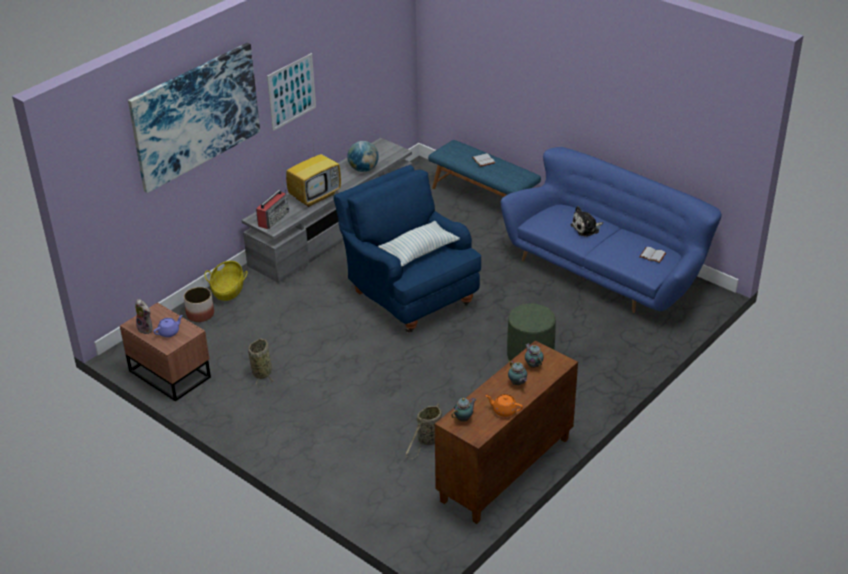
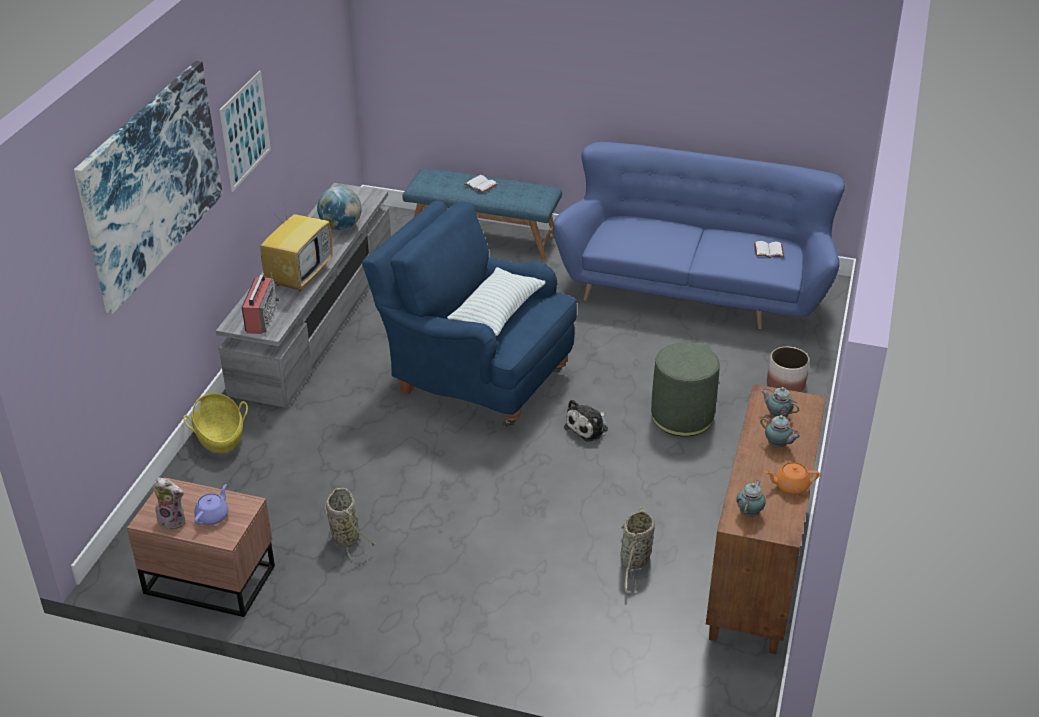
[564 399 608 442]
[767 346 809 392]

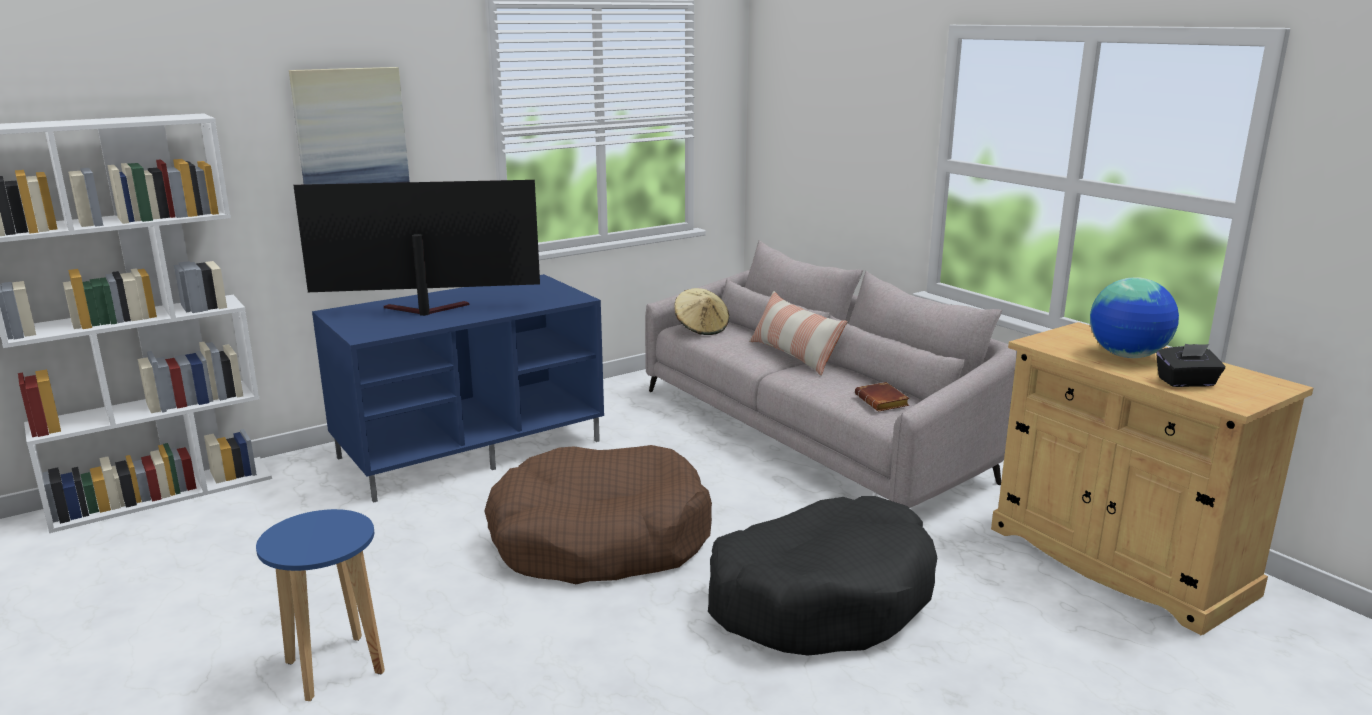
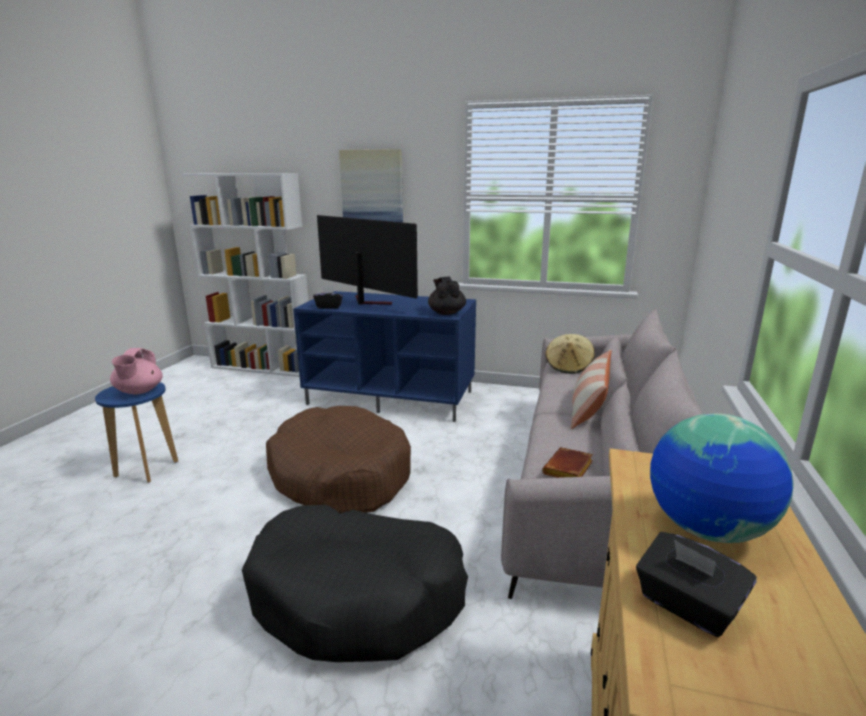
[428 277 466 315]
[313 286 343 309]
[110 348 163 395]

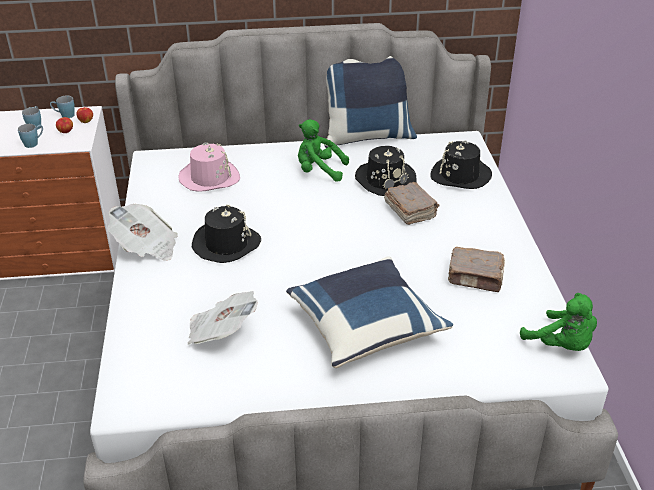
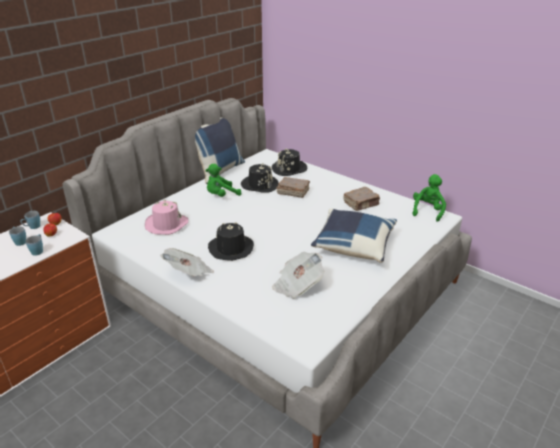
[412 174 446 222]

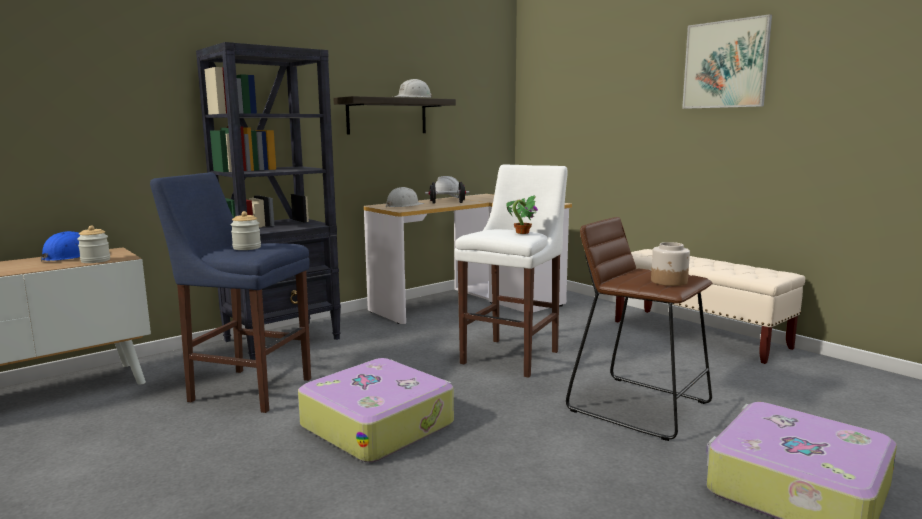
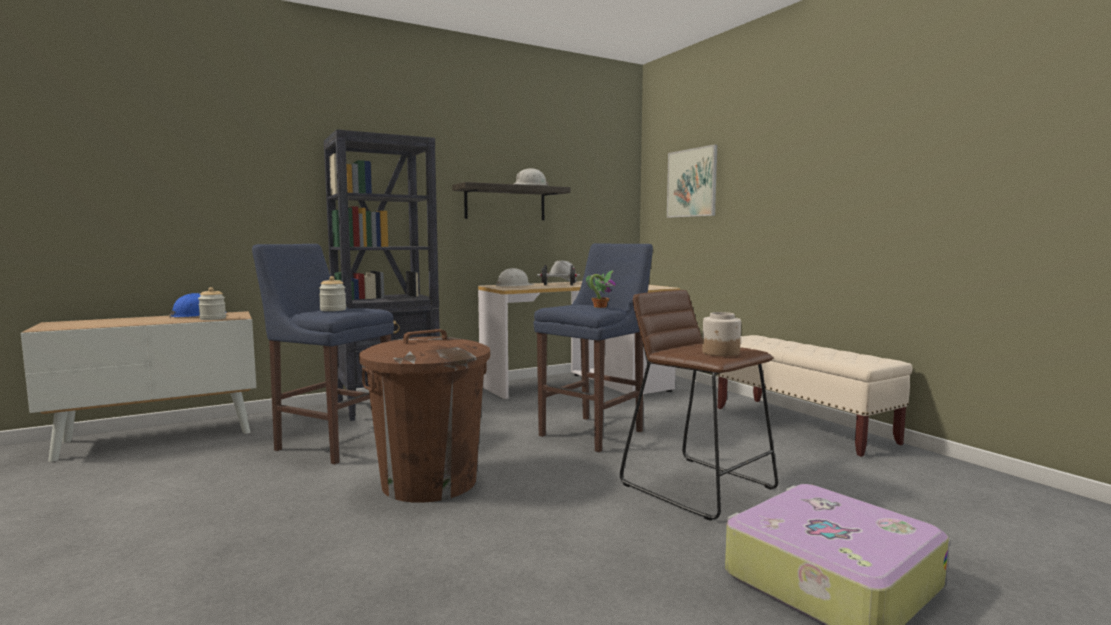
[667 144 717 218]
[534 243 653 452]
[359 329 490 503]

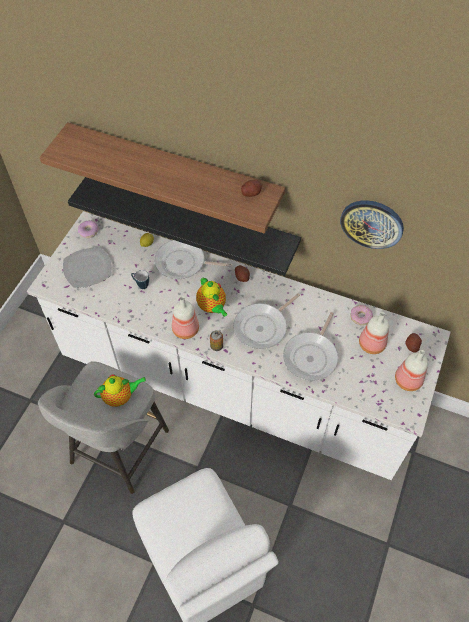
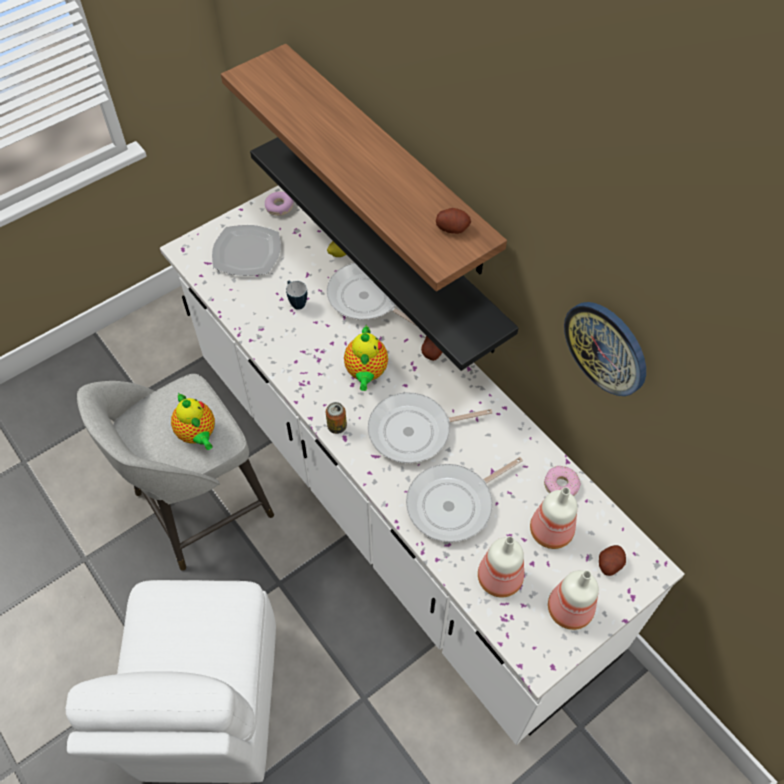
[478 536 524 597]
[171 393 215 450]

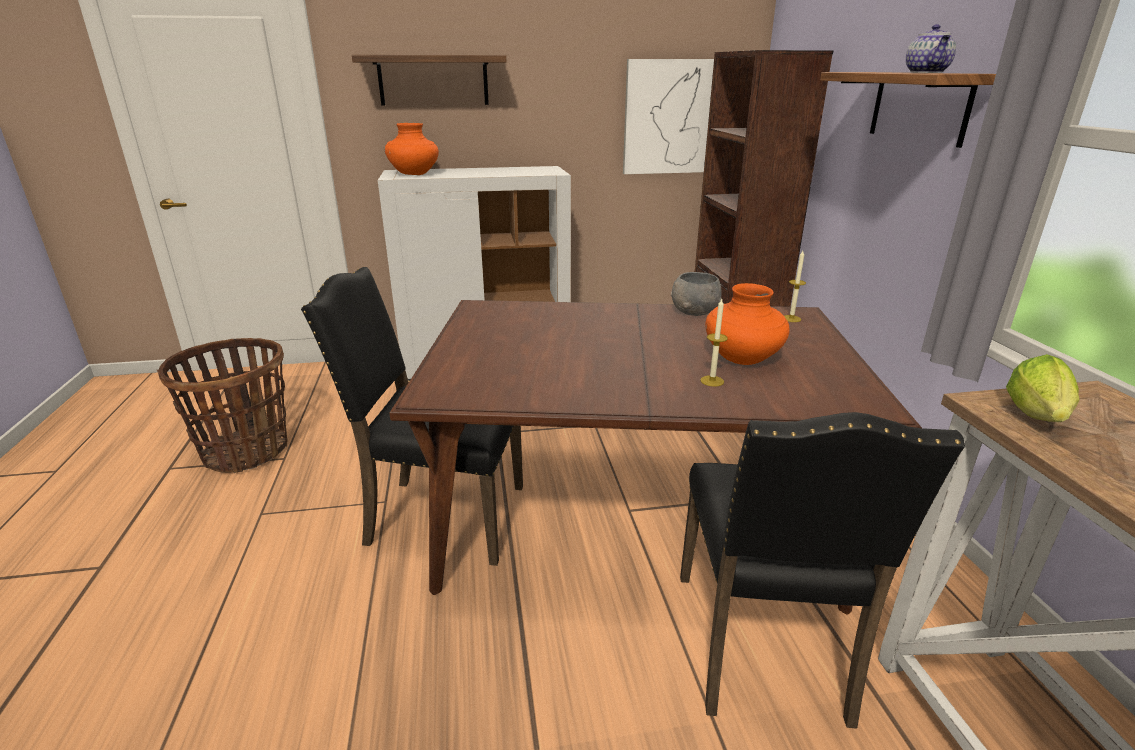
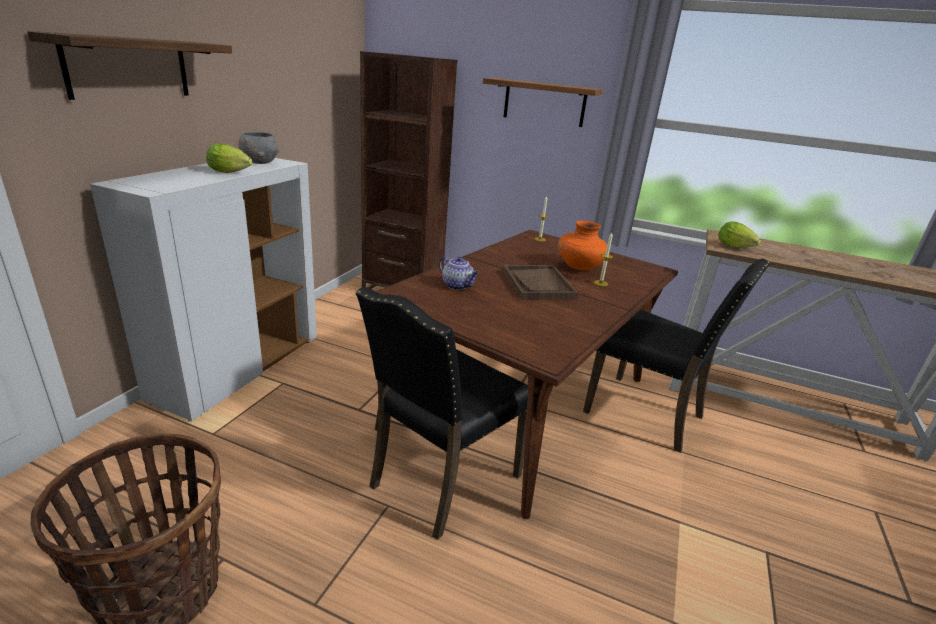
[439 257 480 290]
[623 59 714 174] (first image)
[385 123 439 175] (first image)
[238 132 279 164]
[206 143 253 173]
[503 265 578 300]

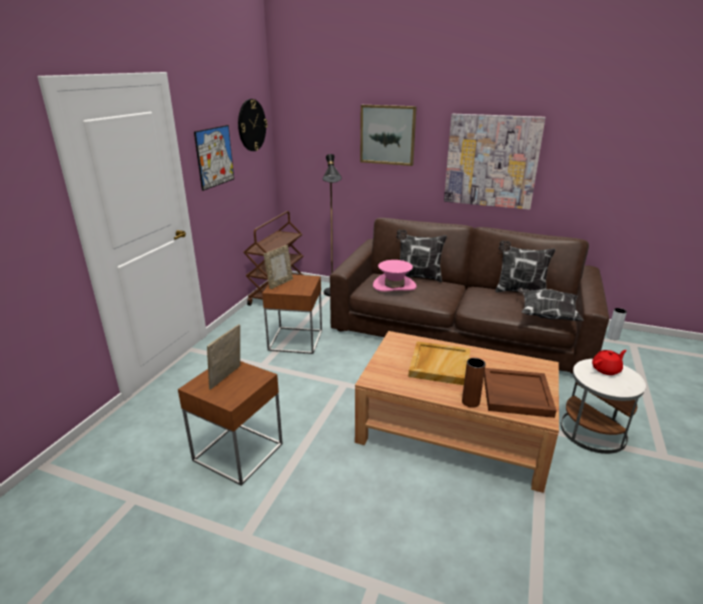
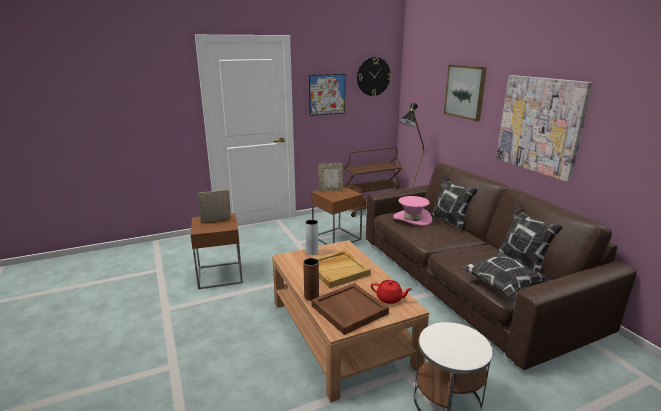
[305 220 318 255]
[371 280 412 304]

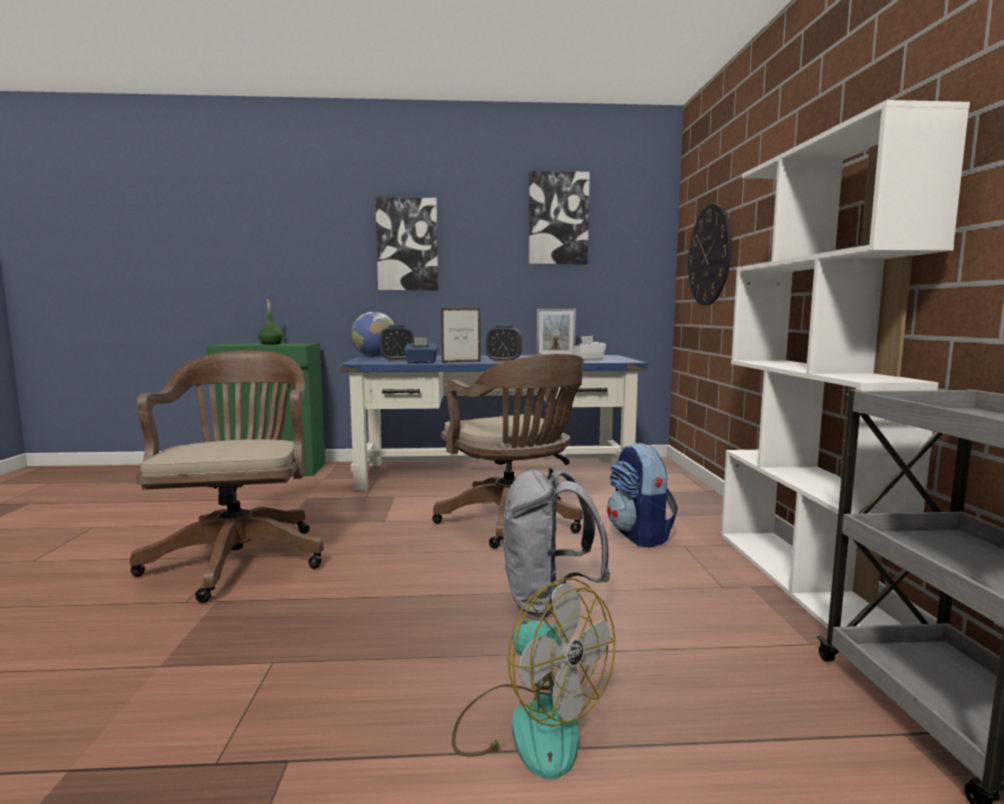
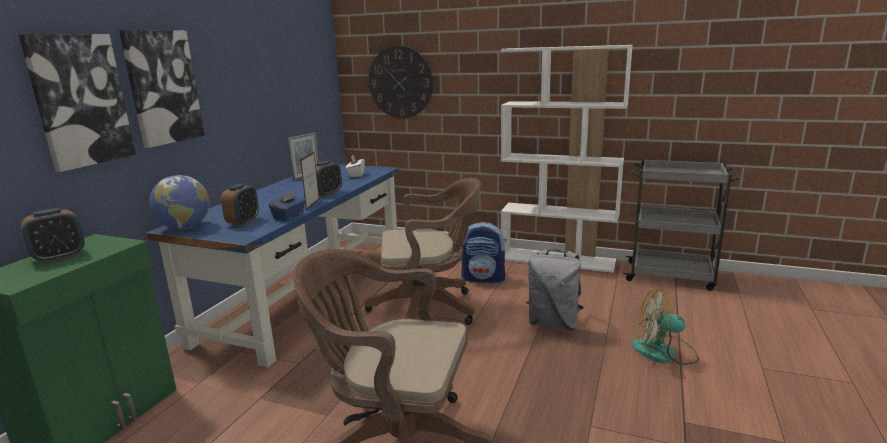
[19 34 136 172]
[21 208 85 263]
[632 288 699 365]

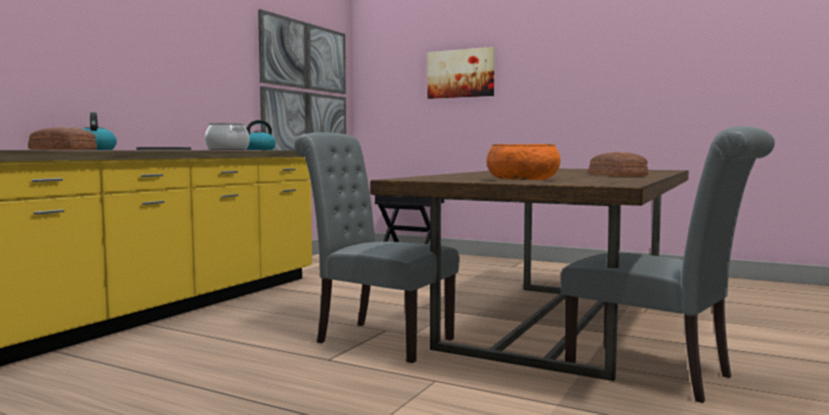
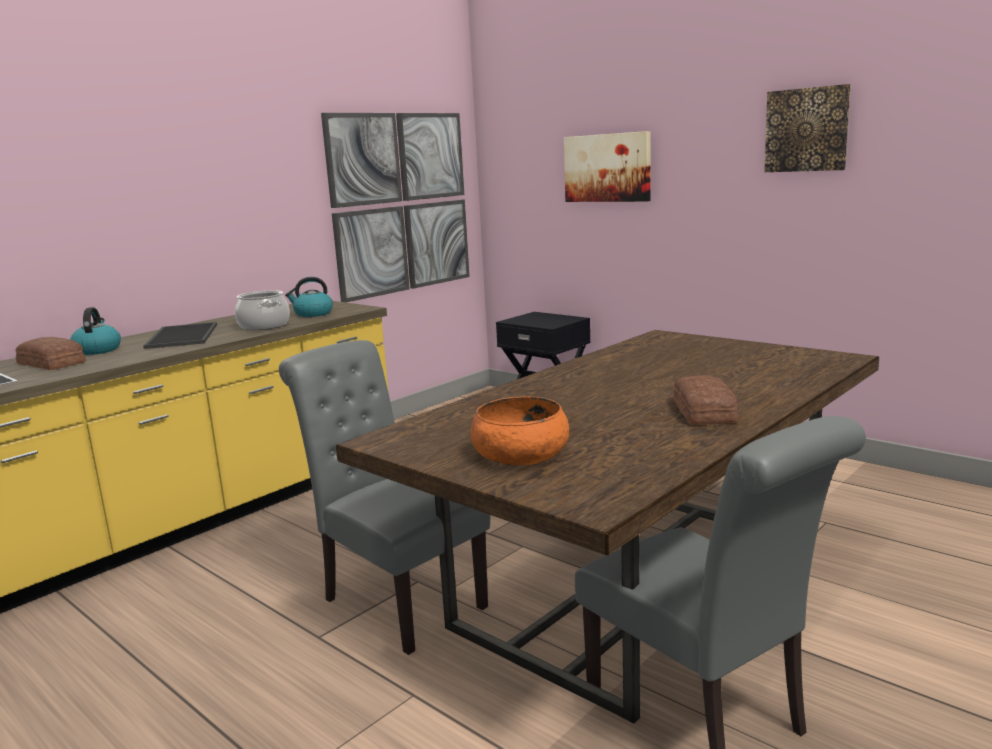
[764 84 851 172]

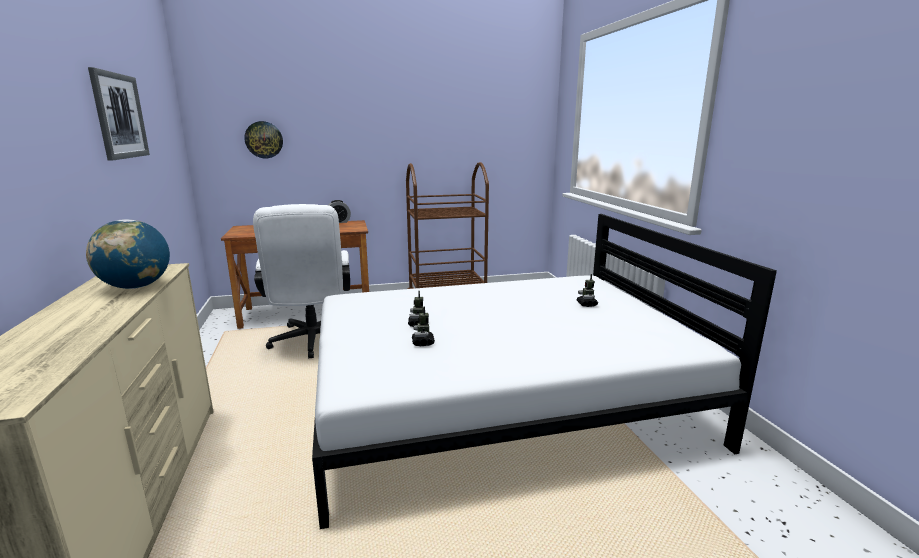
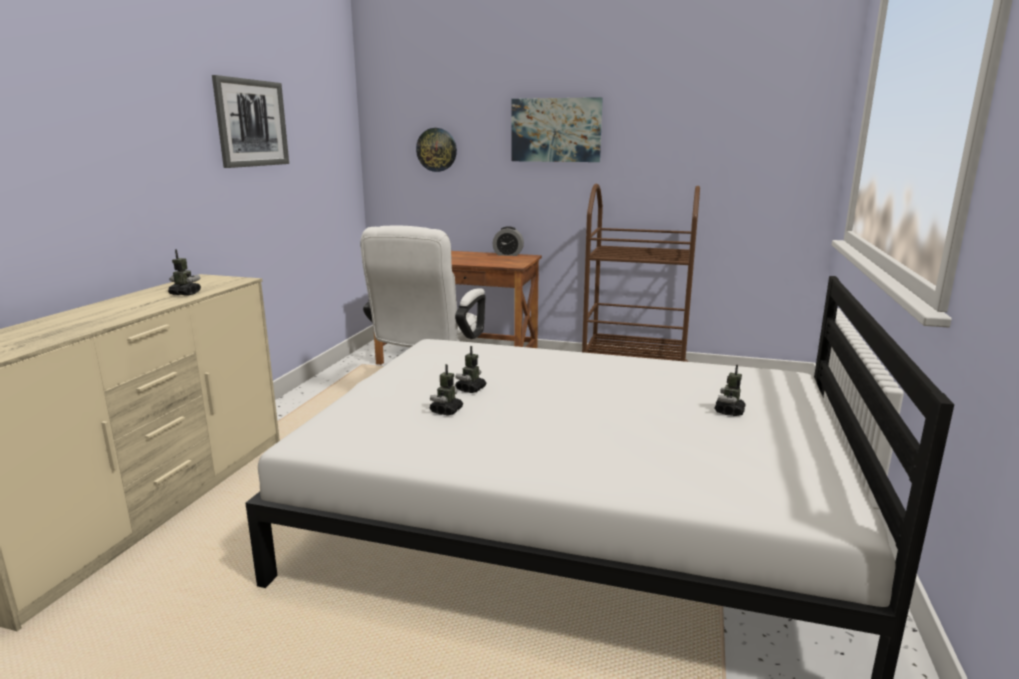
[168 249 201 296]
[511 97 603 162]

